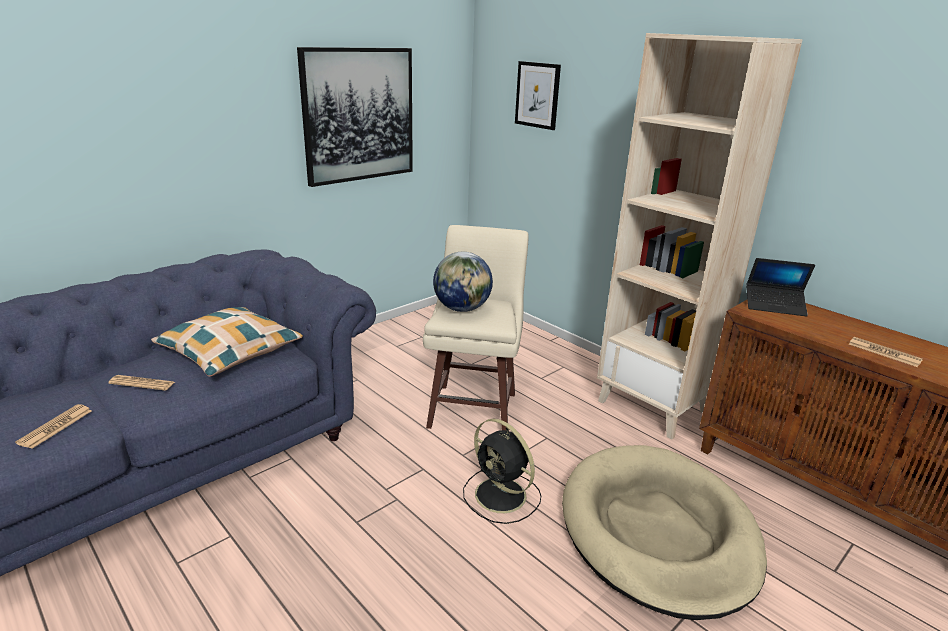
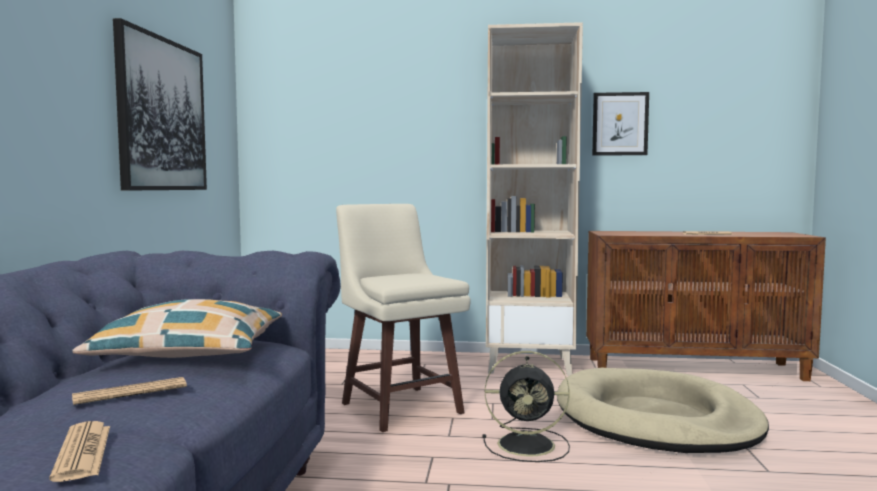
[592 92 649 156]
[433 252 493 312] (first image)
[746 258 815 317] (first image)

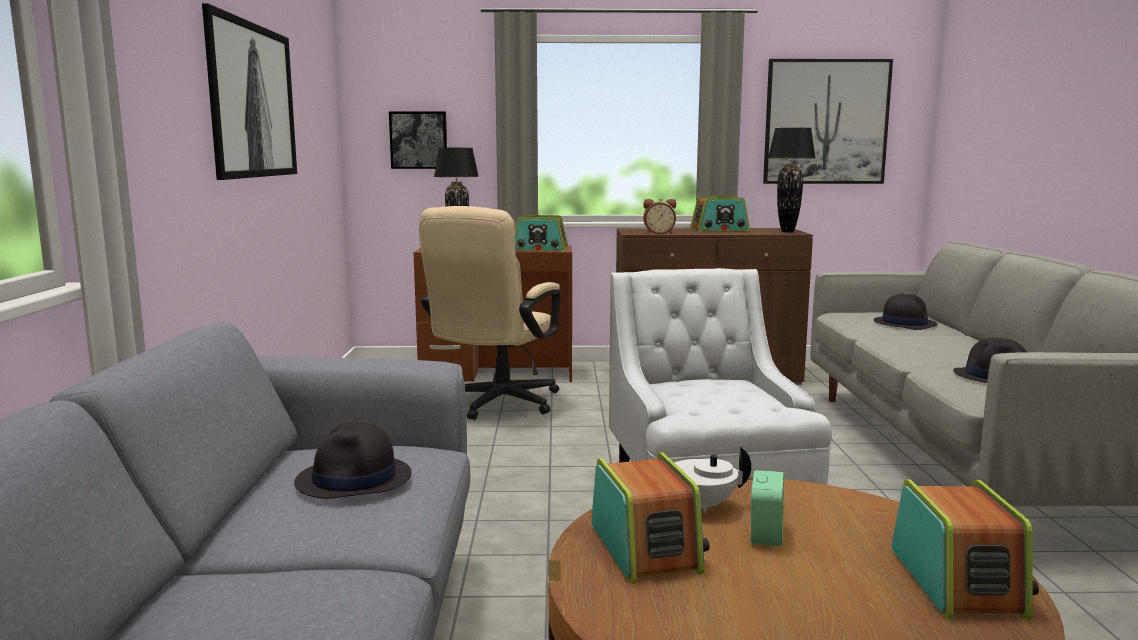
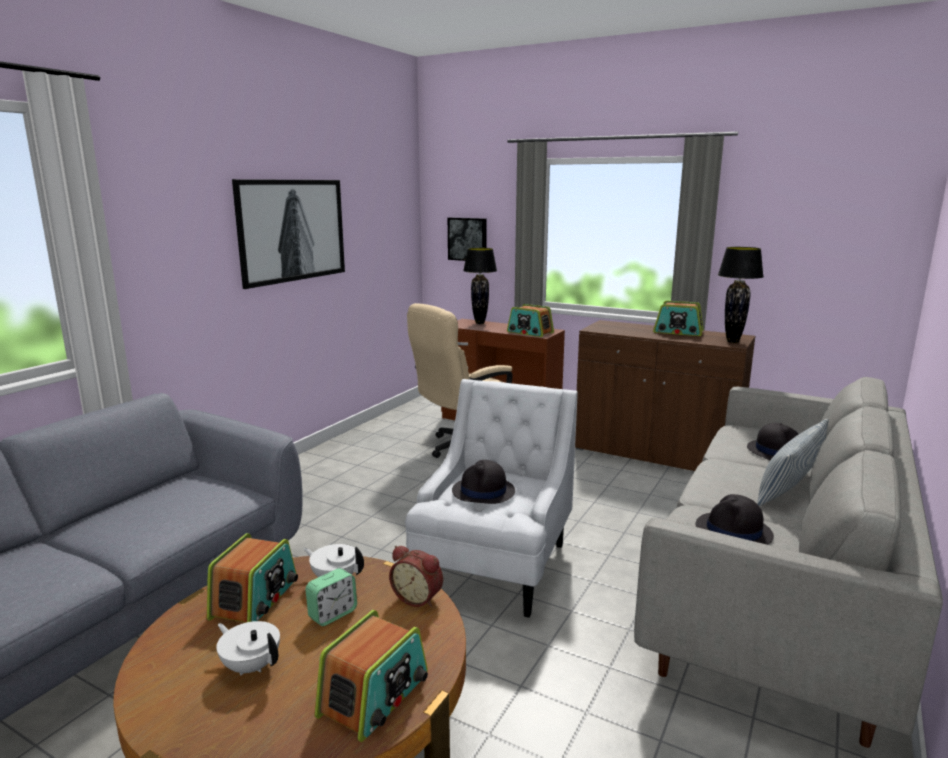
[763 59 893 184] (first image)
[389 546 443 607]
[452 460 515 504]
[757 418 829 507]
[216 621 280 675]

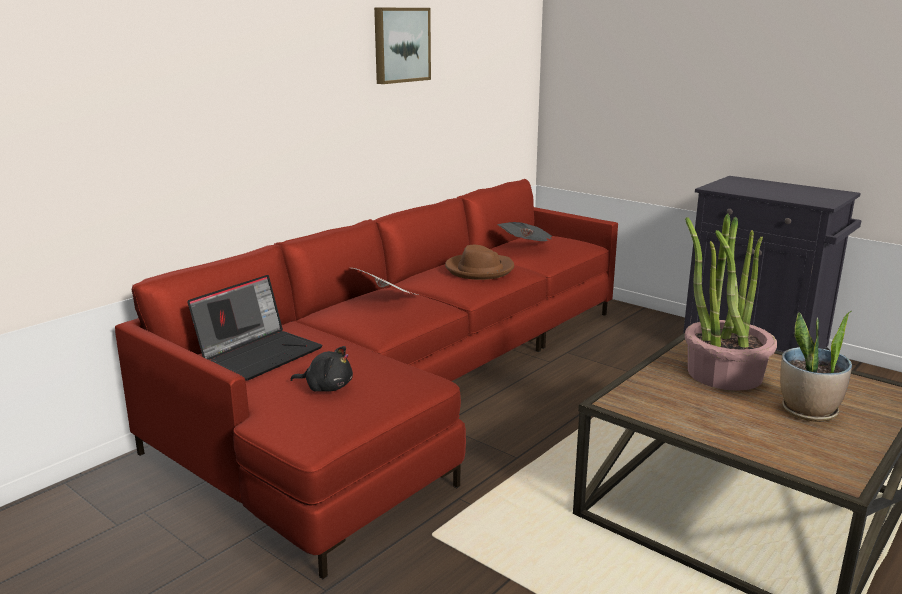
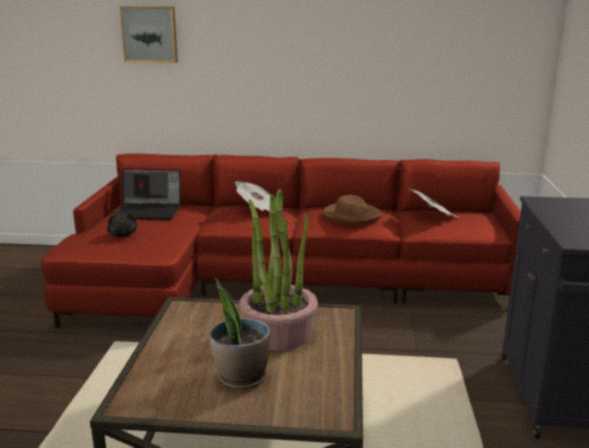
[119 6 178 63]

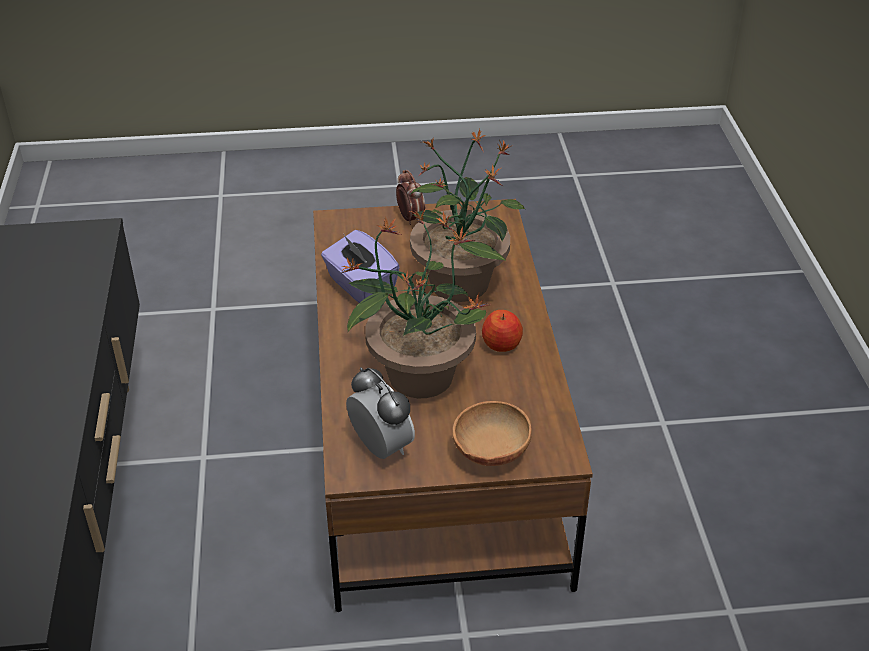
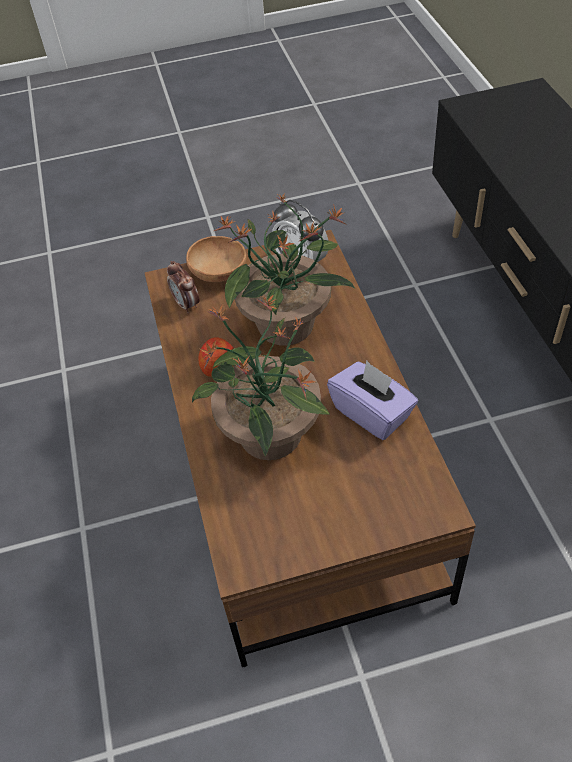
[167 261 200 314]

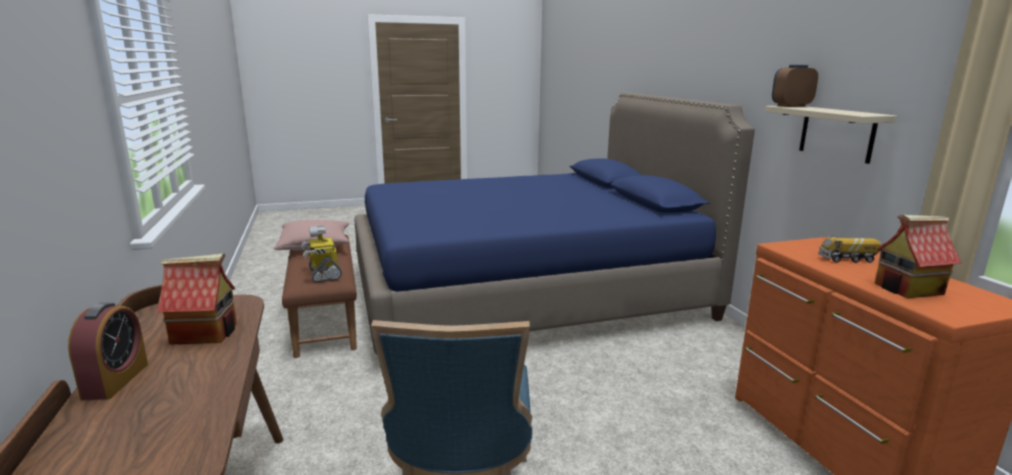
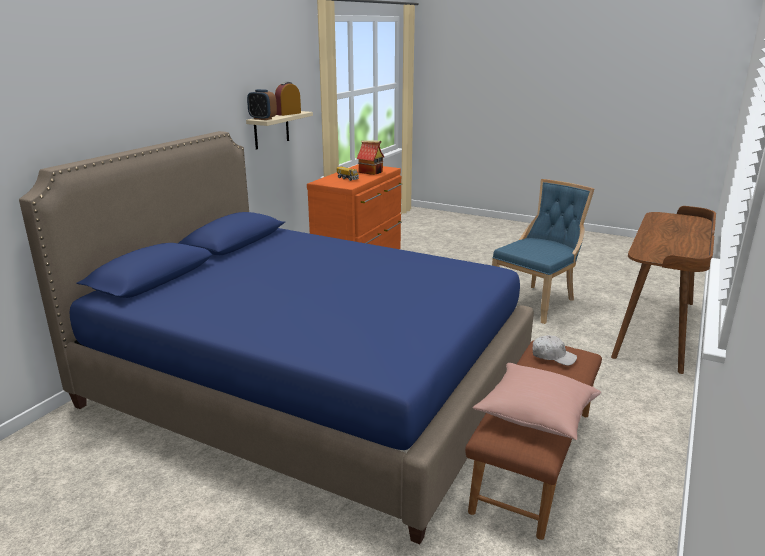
[532 335 577 366]
[157 253 237 345] (first image)
[275 82 301 116]

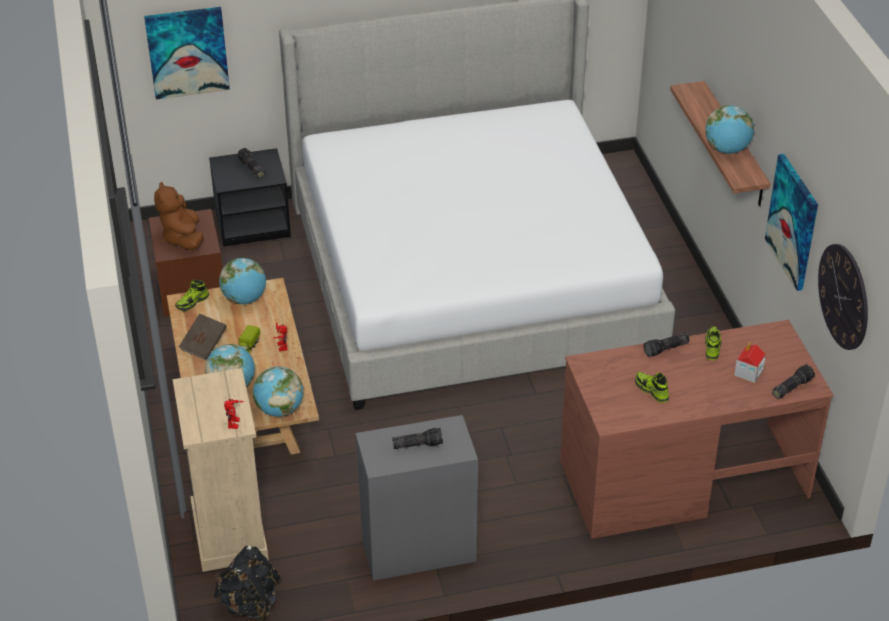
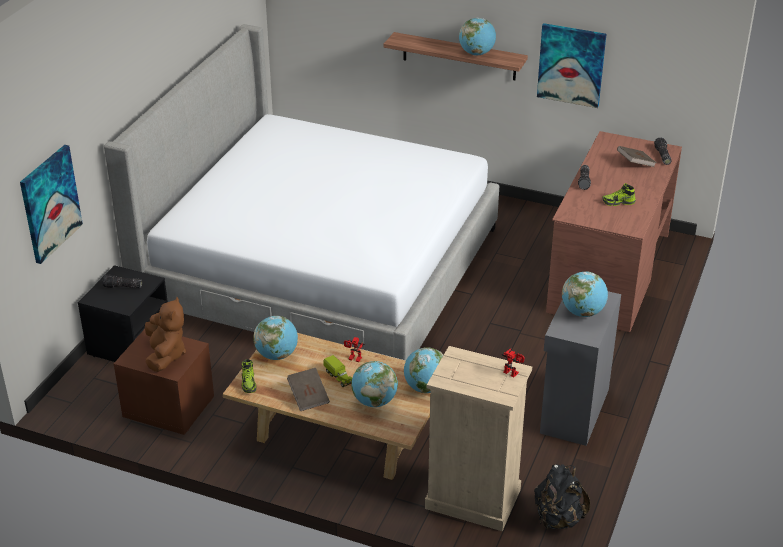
[145 297 186 372]
[818 244 868 350] (first image)
[705 326 722 360] (first image)
[617 146 657 167]
[562 271 608 317]

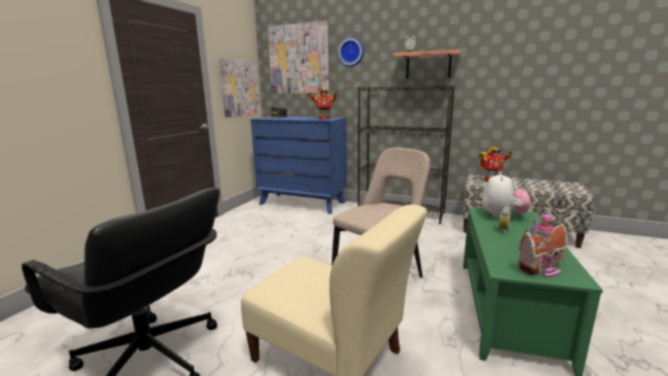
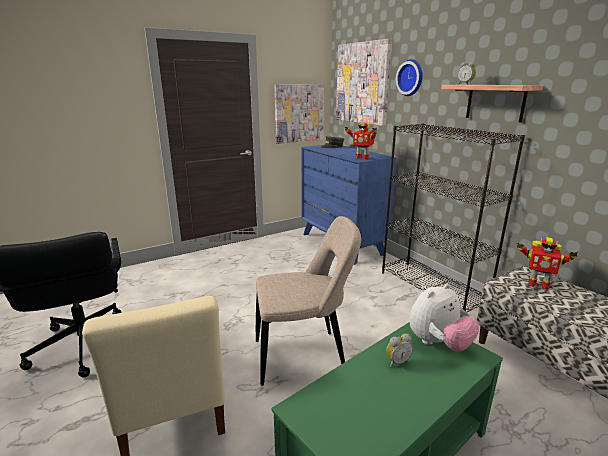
[518 211 567 278] (first image)

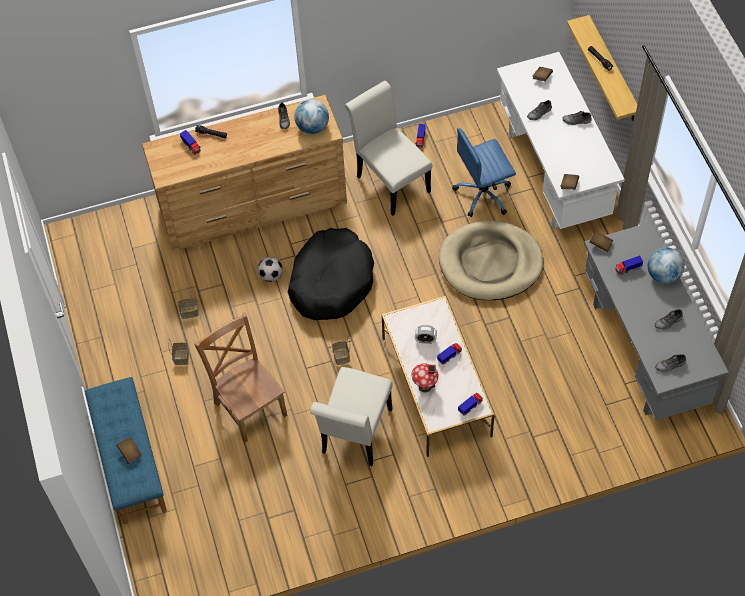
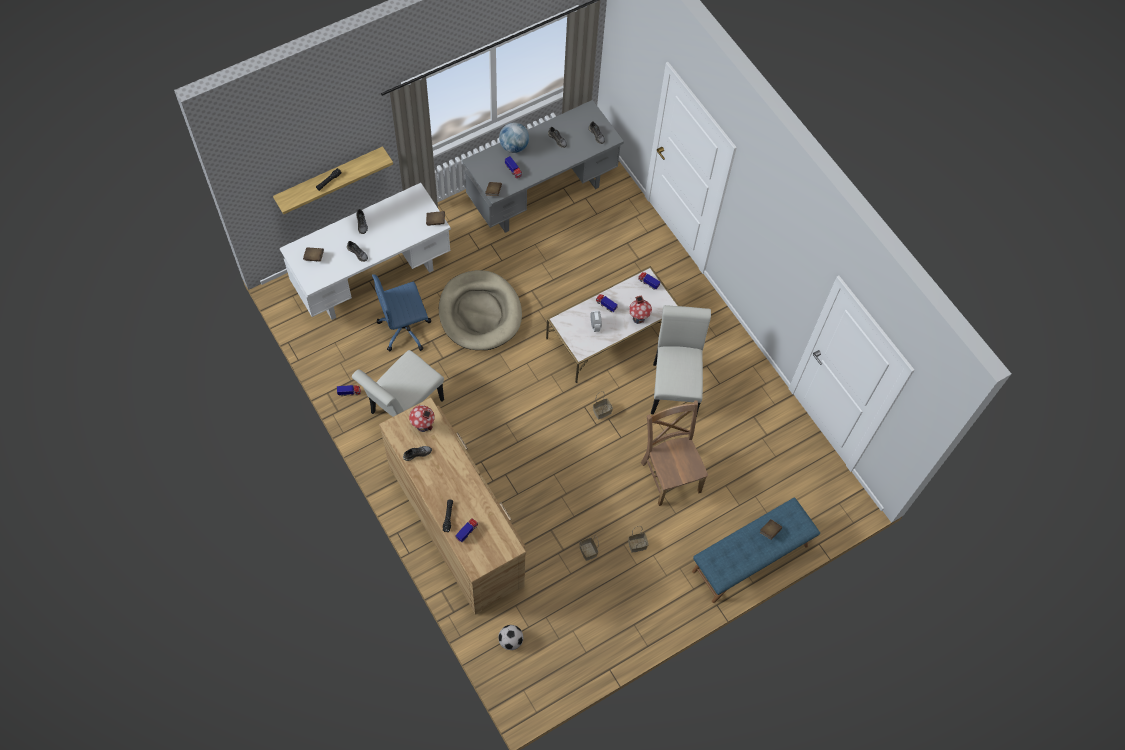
[409 405 435 432]
[372 274 431 351]
[288 228 374 320] (first image)
[498 625 523 650]
[641 401 708 506]
[651 305 711 418]

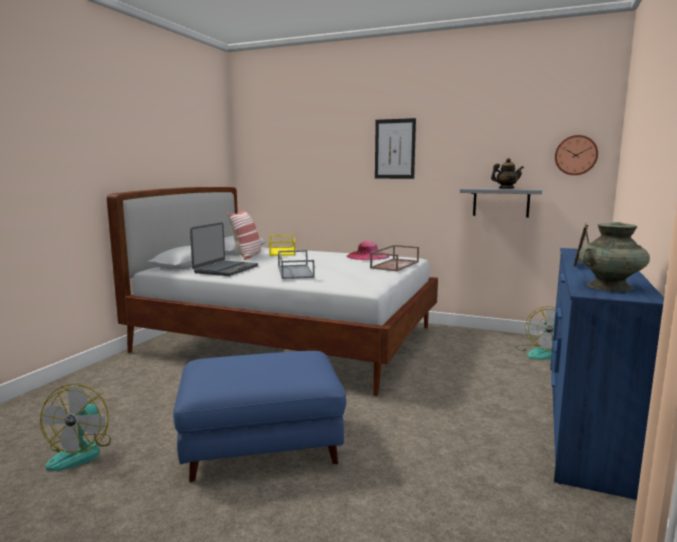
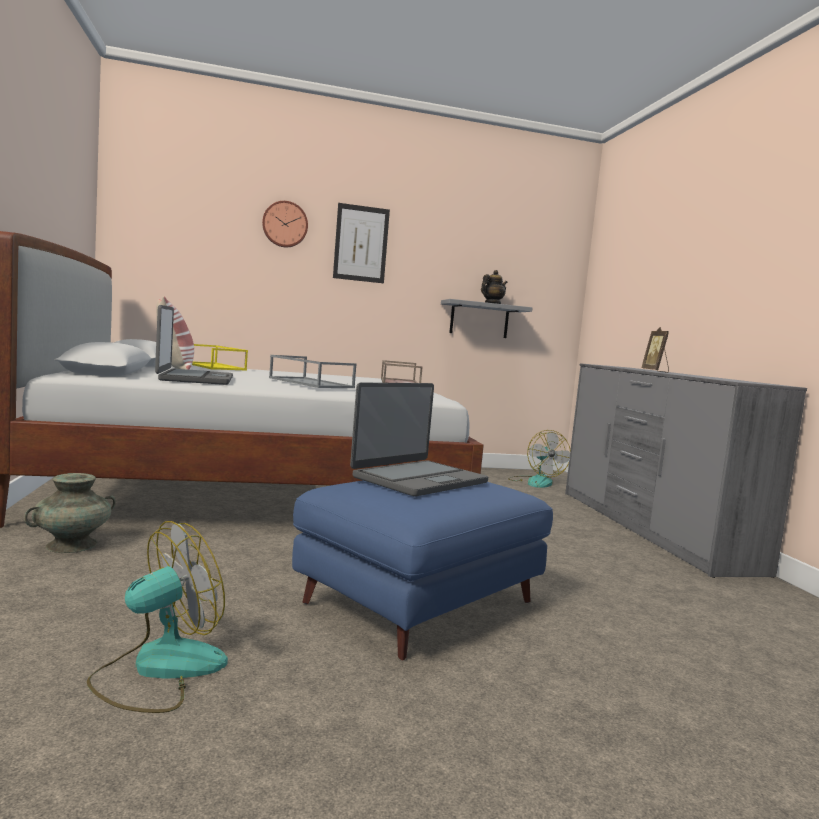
[262 201 308 247]
[24 473 116 553]
[346 241 389 260] (first image)
[565 363 807 578]
[87 521 228 713]
[350 383 488 497]

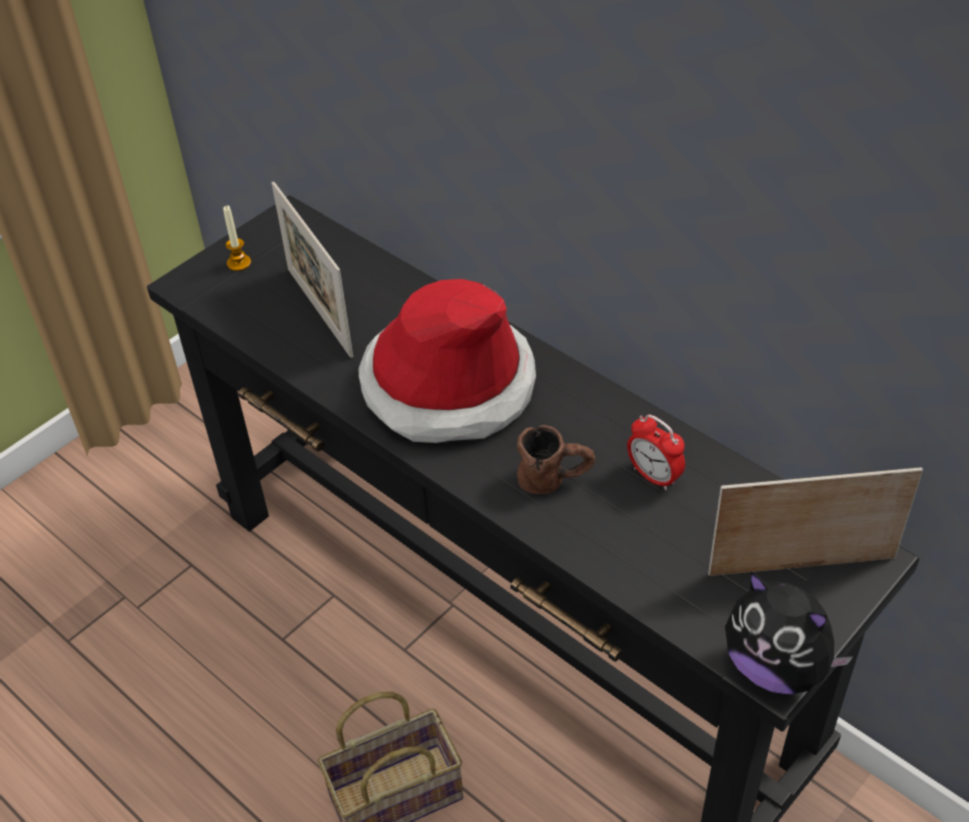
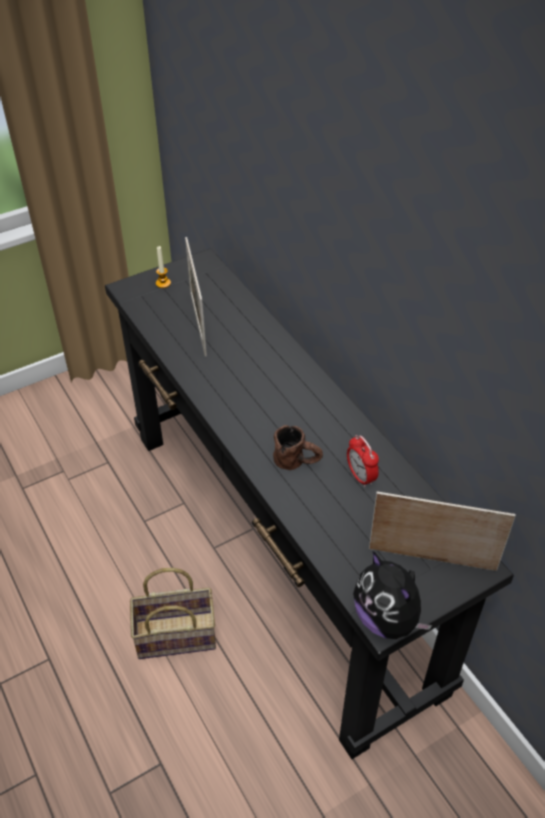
[359 279 536 443] (first image)

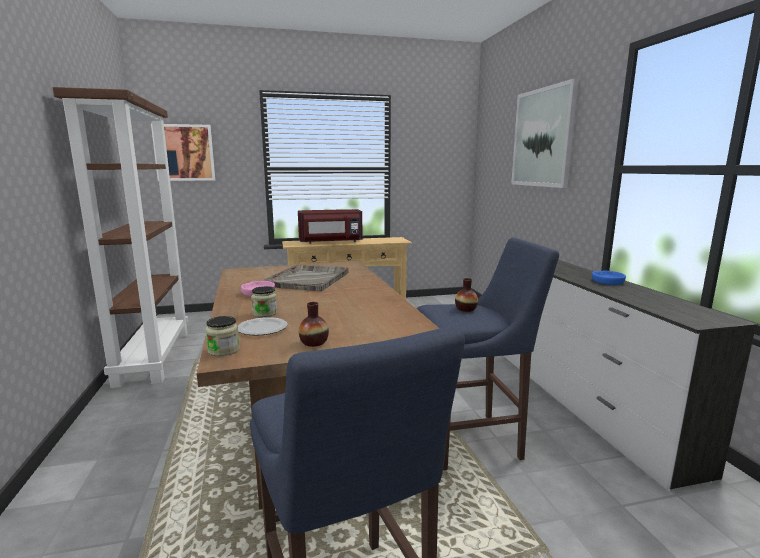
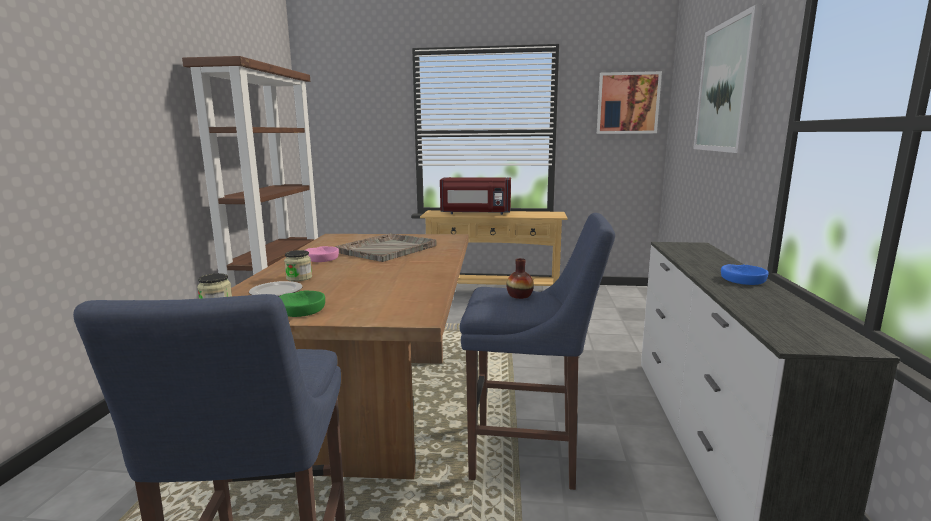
[597 71 662 134]
[279 291 325 317]

